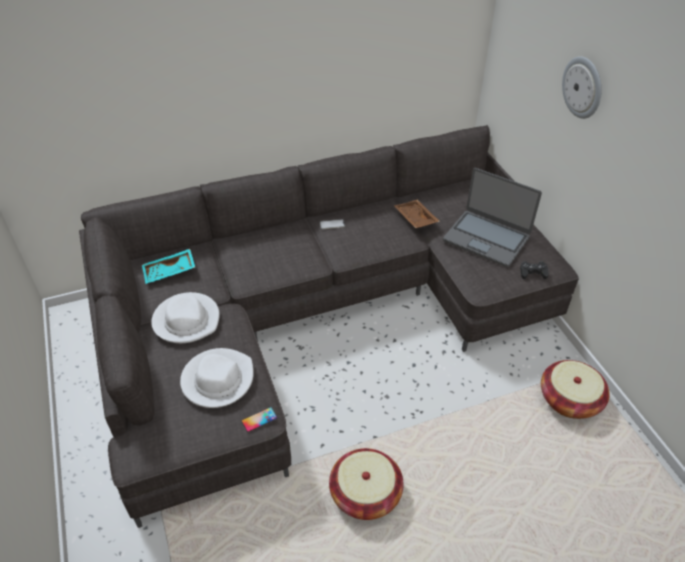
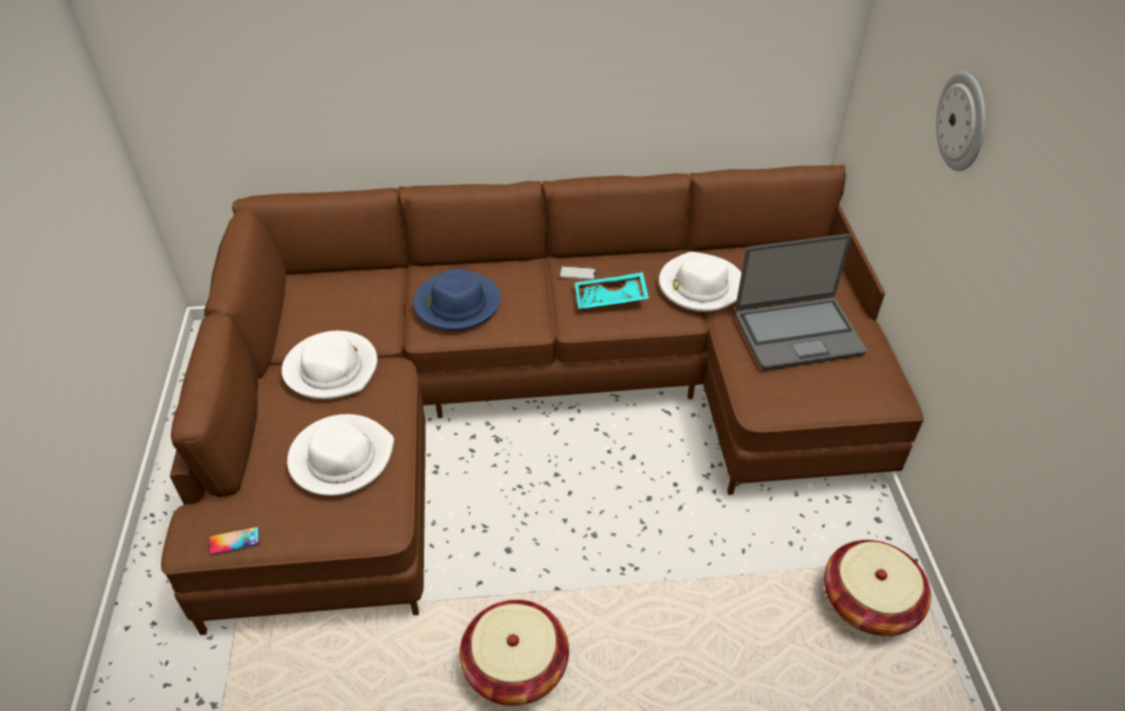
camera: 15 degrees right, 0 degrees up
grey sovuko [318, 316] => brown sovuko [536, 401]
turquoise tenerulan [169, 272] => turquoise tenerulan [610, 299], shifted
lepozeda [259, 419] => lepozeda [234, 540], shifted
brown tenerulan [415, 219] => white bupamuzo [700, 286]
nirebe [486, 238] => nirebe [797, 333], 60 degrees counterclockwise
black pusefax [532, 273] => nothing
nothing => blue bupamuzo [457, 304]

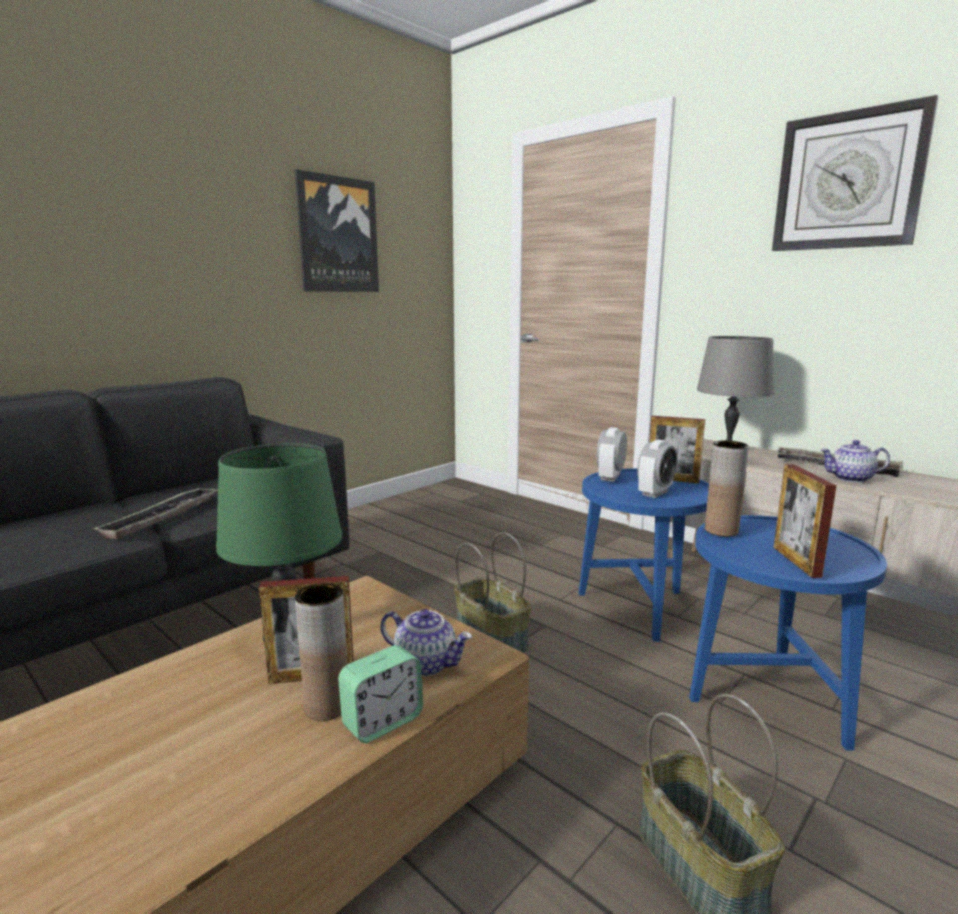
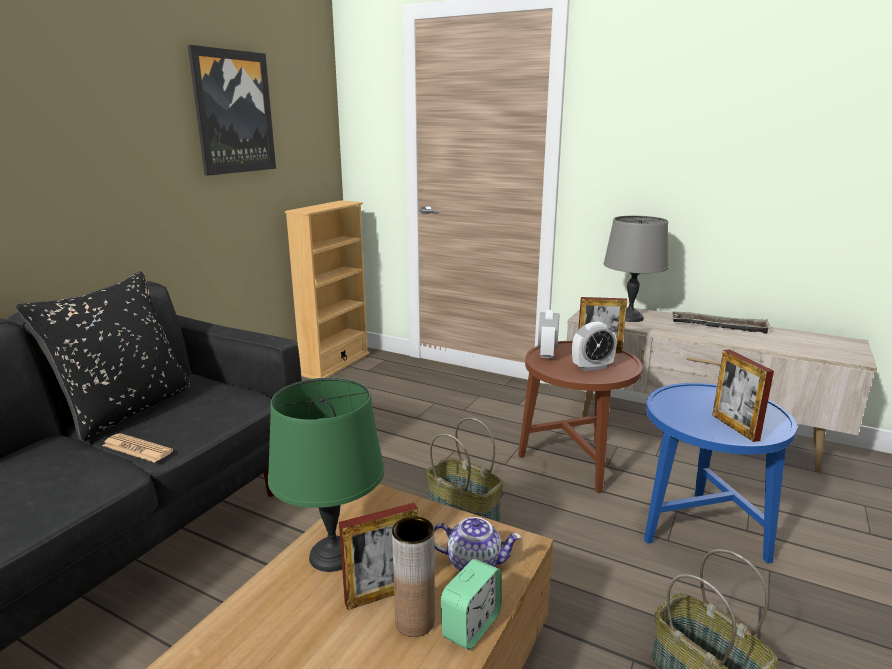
camera: 15 degrees left, 5 degrees up
tenerulan [162, 518] => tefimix [137, 449]
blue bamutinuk [638, 610] => brown bamutinuk [574, 465]
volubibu [655, 493] => volubibu [592, 367], 45 degrees clockwise
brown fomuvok [721, 531] => nothing
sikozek [848, 181] => nothing
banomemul [850, 478] => nothing
nothing => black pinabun [127, 409]
nothing => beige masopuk [335, 364]

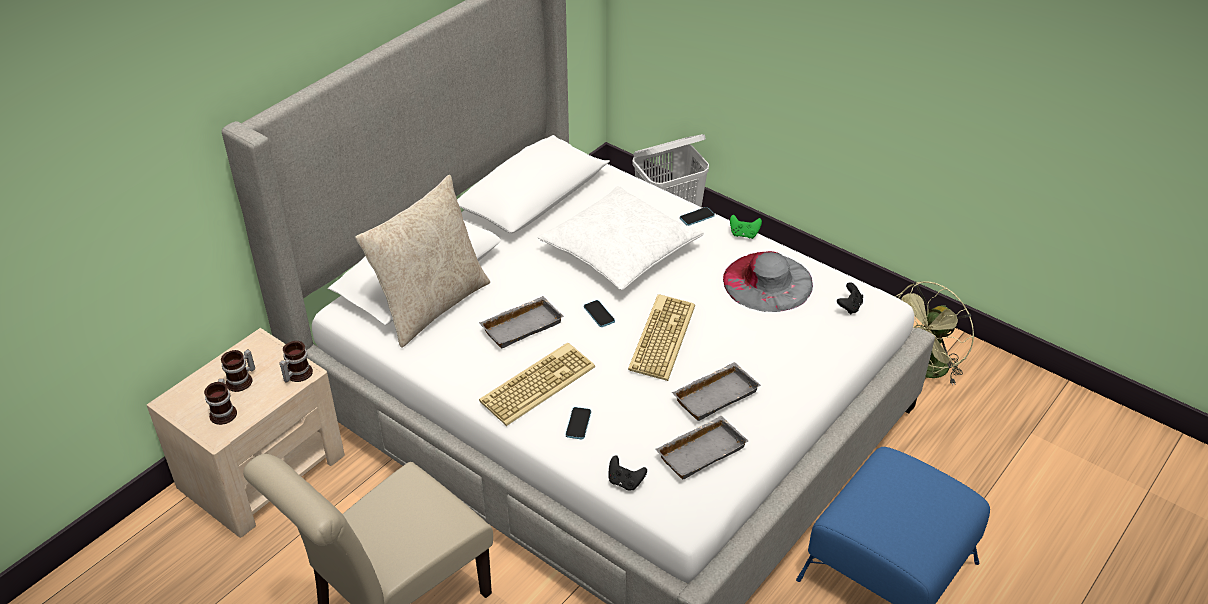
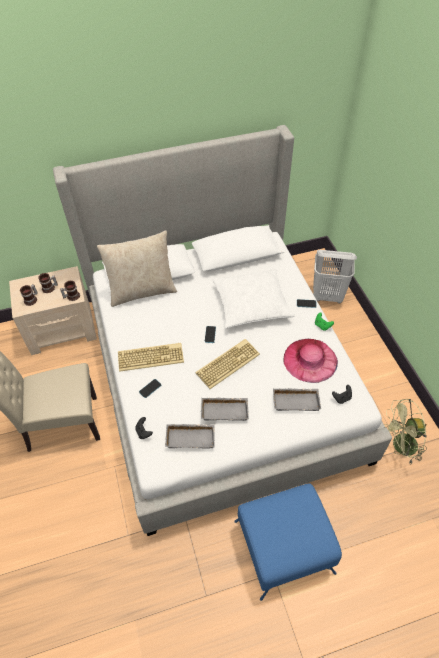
camera: 35 degrees right, 10 degrees up
grey tenerulan [521, 325] => grey tenerulan [296, 400], shifted
grey bupamuzo [767, 282] => pink bupamuzo [310, 360]

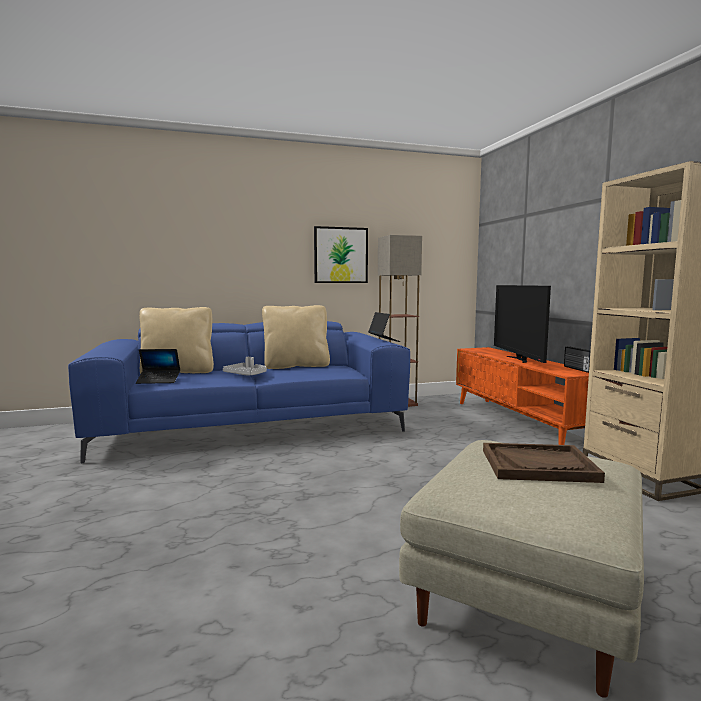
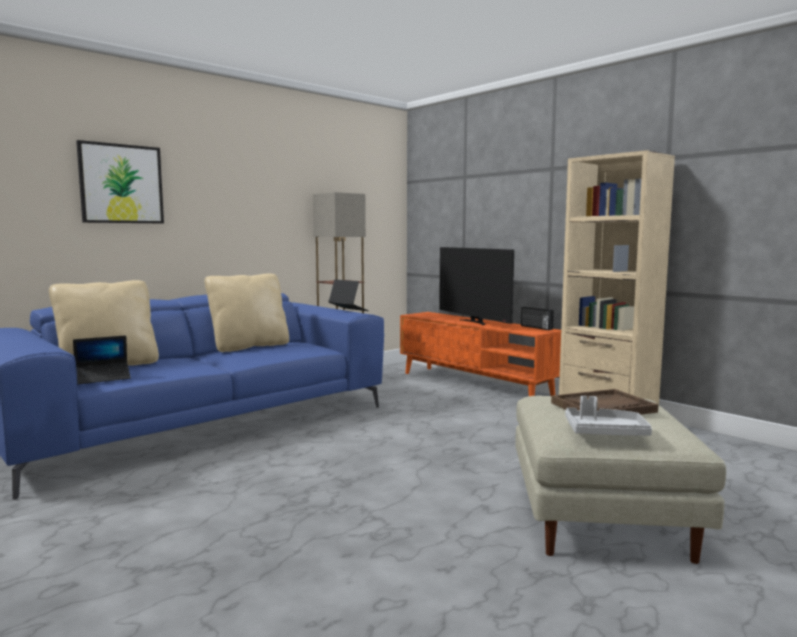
camera: 25 degrees left, 0 degrees up
grey tenerulan [246, 374] => grey tenerulan [605, 432], shifted
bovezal [340, 255] => bovezal [121, 184], shifted

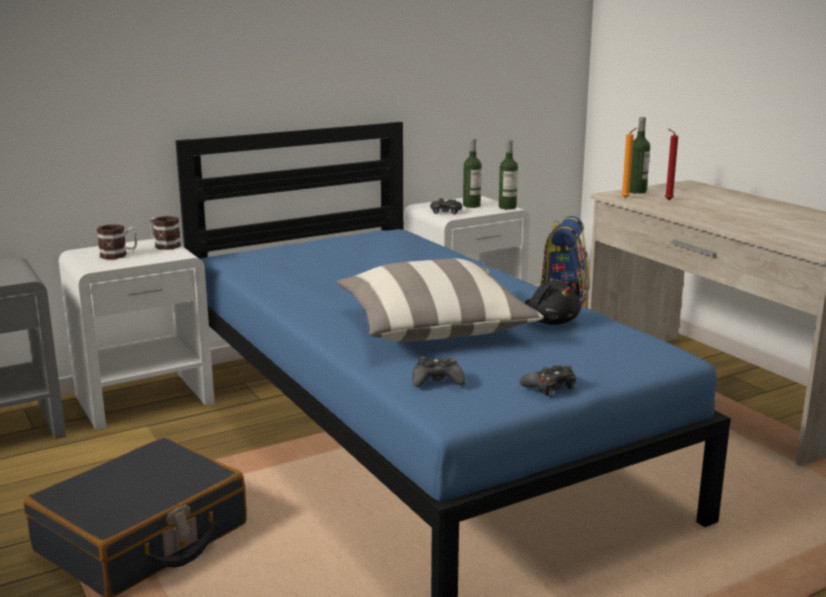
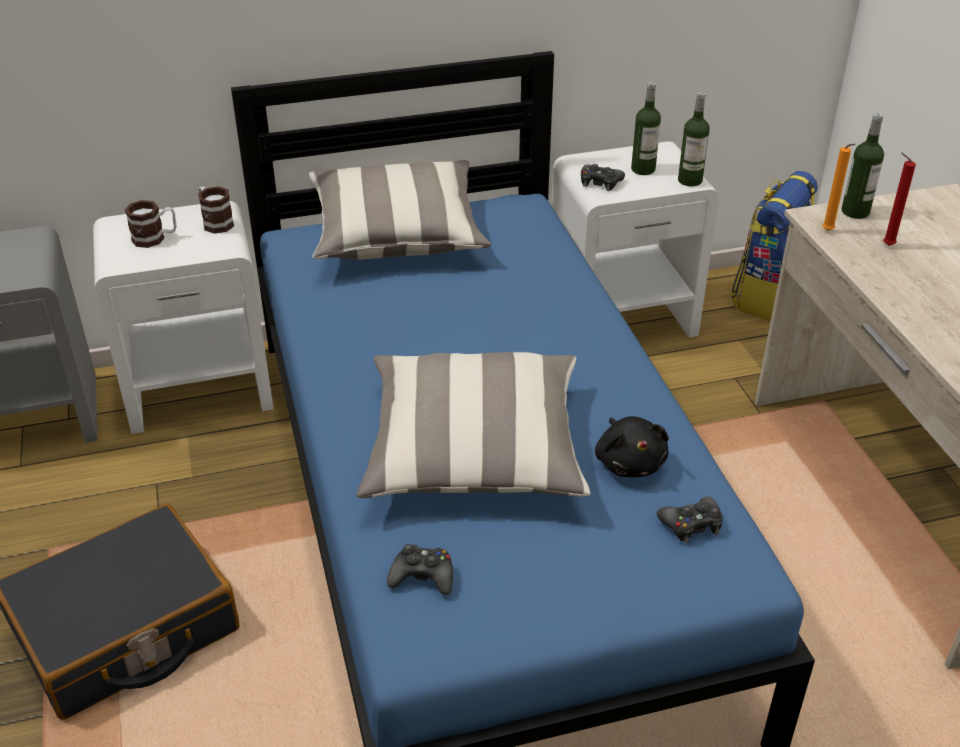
camera: 15 degrees right, 20 degrees up
black pusefax [550, 387] => black pusefax [691, 524], shifted
nothing => pinabun [397, 234]

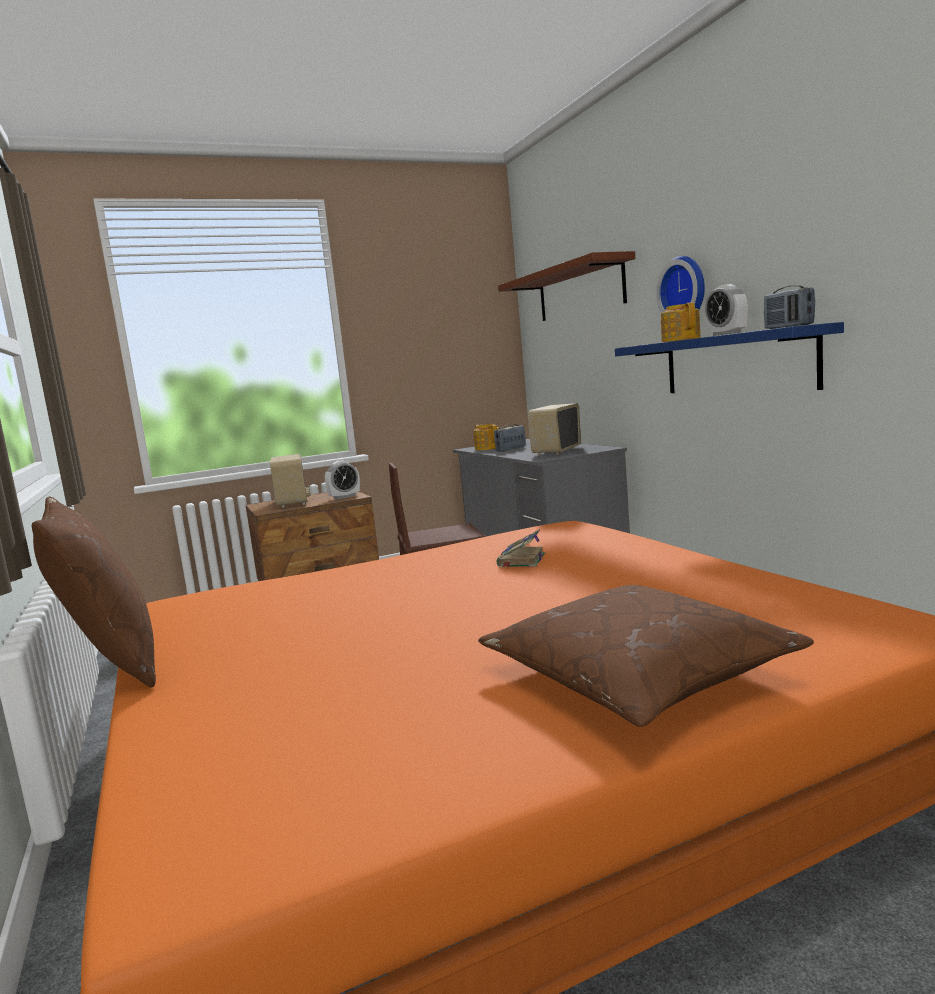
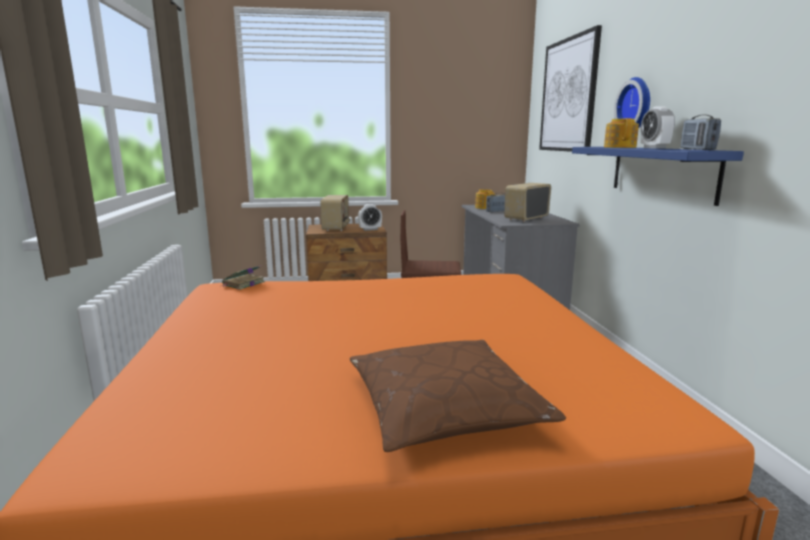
camera: 15 degrees right, 5 degrees up
brown pinabun [112, 663] => nothing
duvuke [521, 561] => duvuke [243, 284], shifted
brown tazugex [580, 291] => bovezal [568, 95]

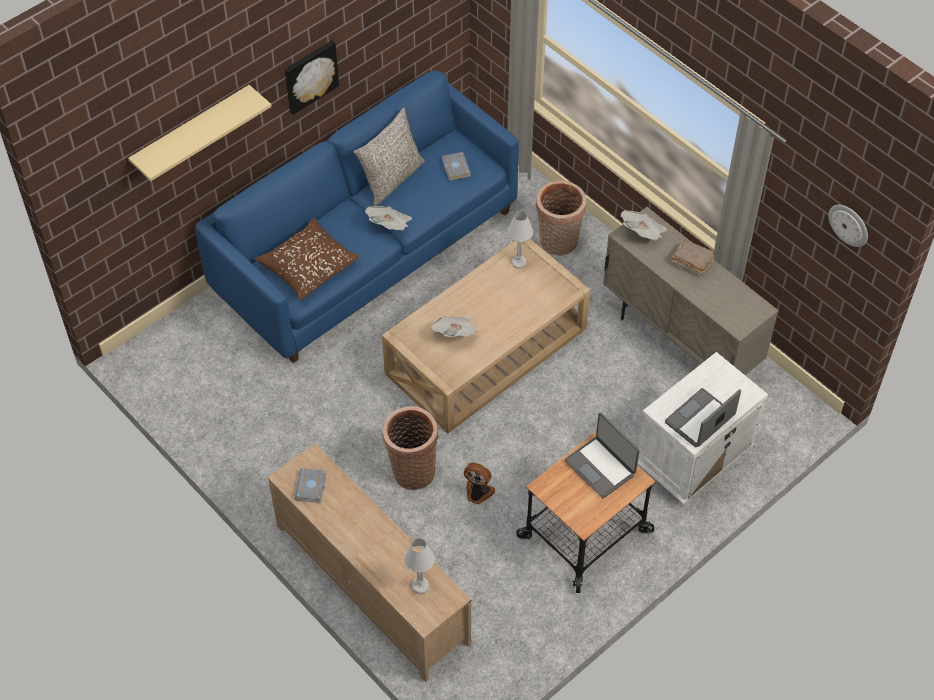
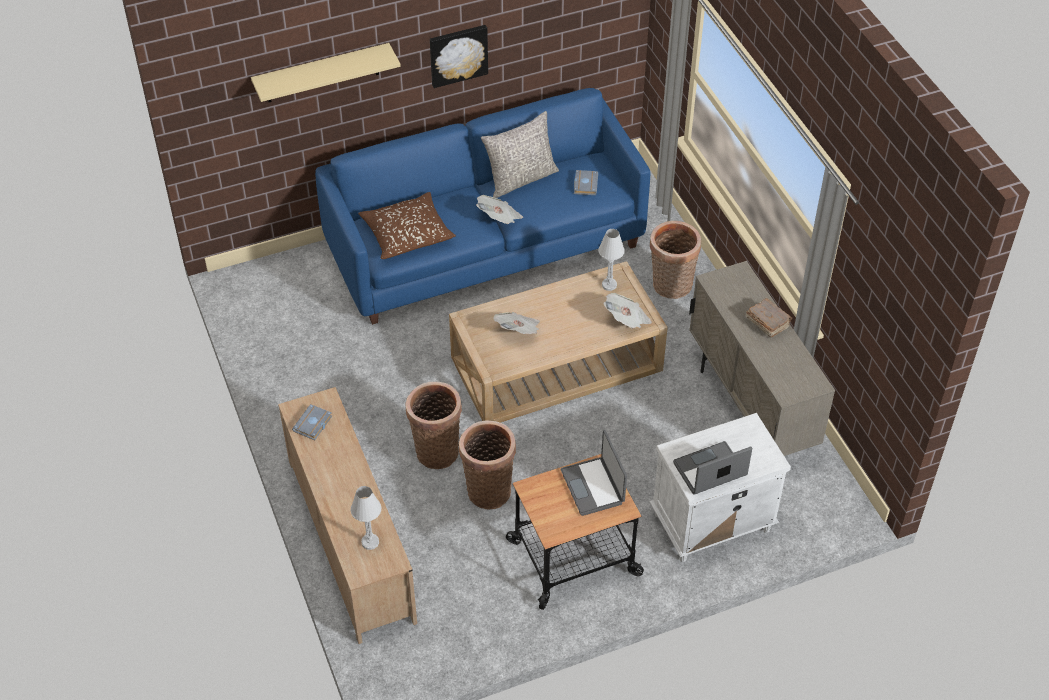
camera: 20 degrees right, 5 degrees down
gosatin [477, 493] => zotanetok [488, 489]
tefimix [643, 233] => tefimix [627, 320], shifted
sikozek [849, 224] => nothing

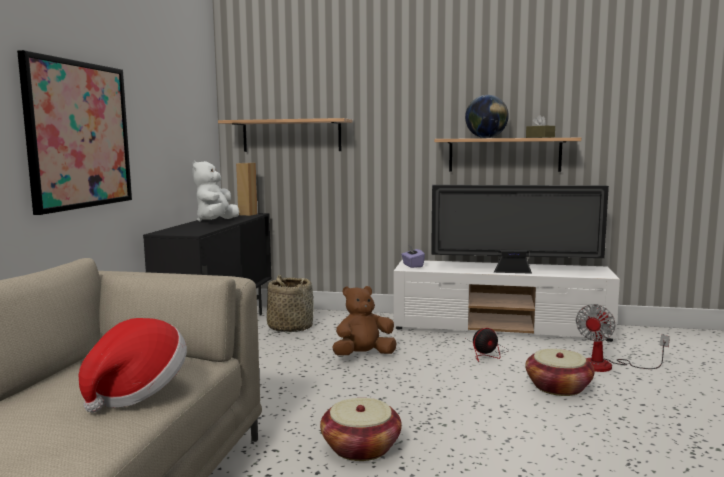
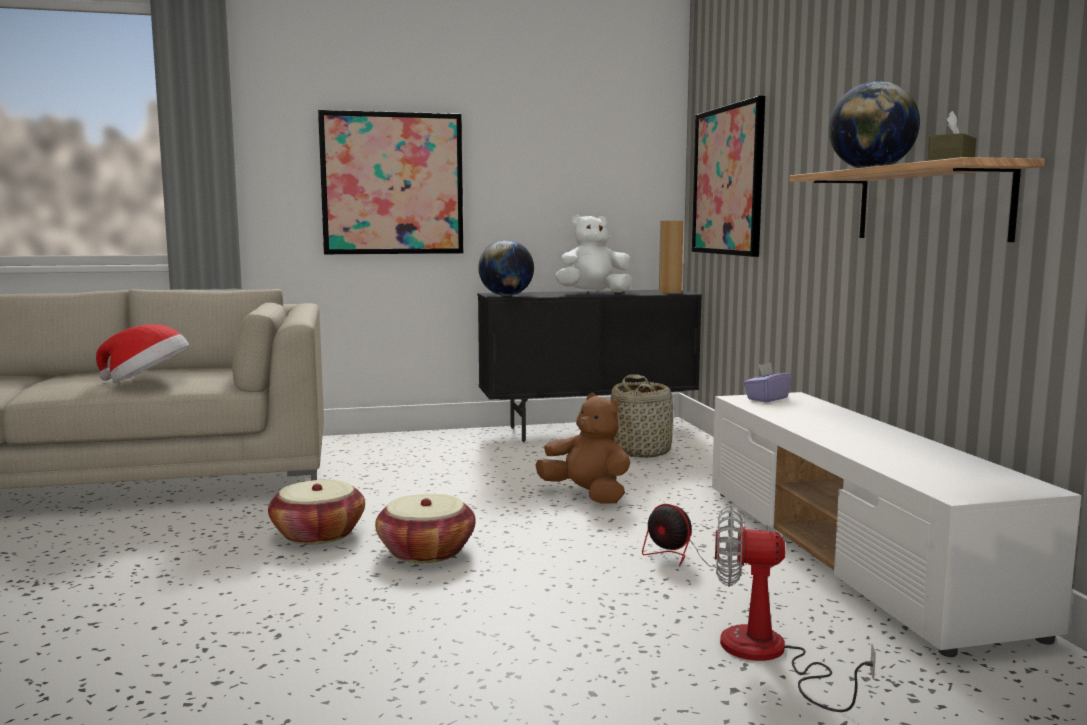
camera: 65 degrees right, 0 degrees up
tazugex [291, 136] => bovezal [728, 181]
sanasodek [515, 272] => nothing
zotanetok [558, 387] => zotanetok [426, 551], shifted
nothing => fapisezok [506, 295]

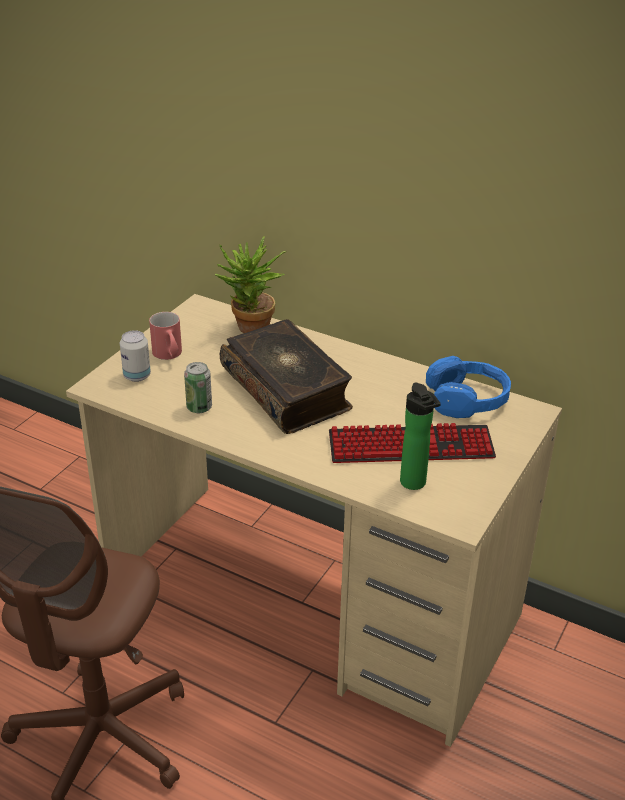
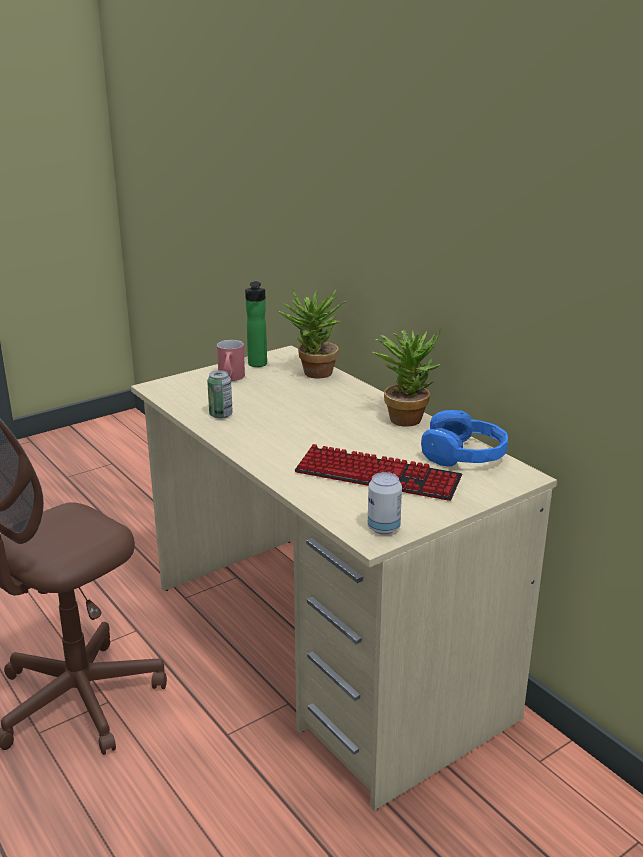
camera: 25 degrees right, 10 degrees down
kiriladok [137, 376] => kiriladok [383, 528], shifted
duvuke [287, 389] => nothing
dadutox [415, 484] => dadutox [257, 365], shifted
nothing => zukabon [406, 416]

